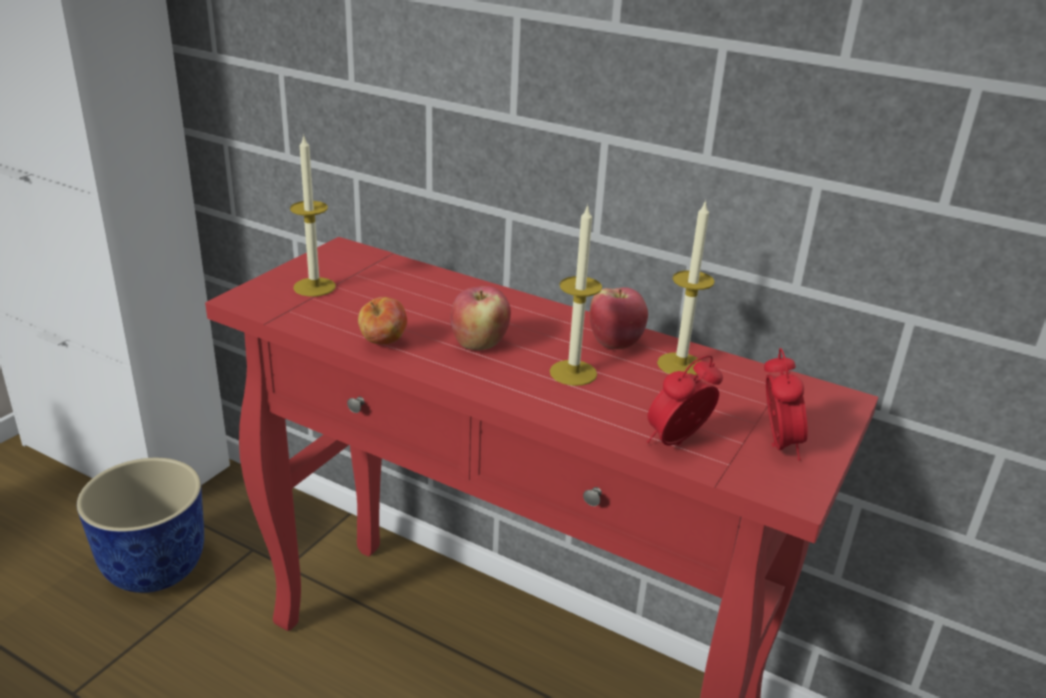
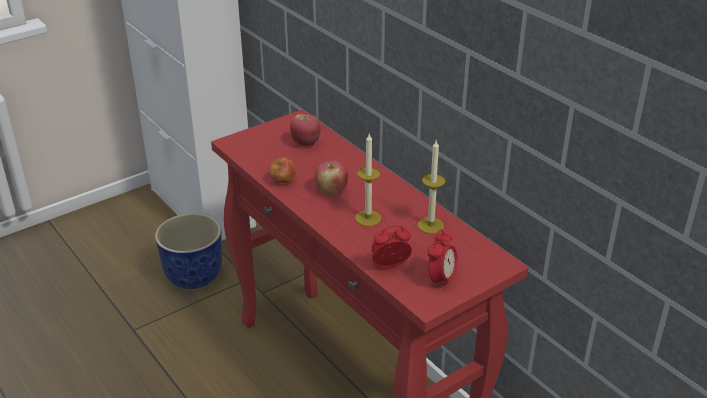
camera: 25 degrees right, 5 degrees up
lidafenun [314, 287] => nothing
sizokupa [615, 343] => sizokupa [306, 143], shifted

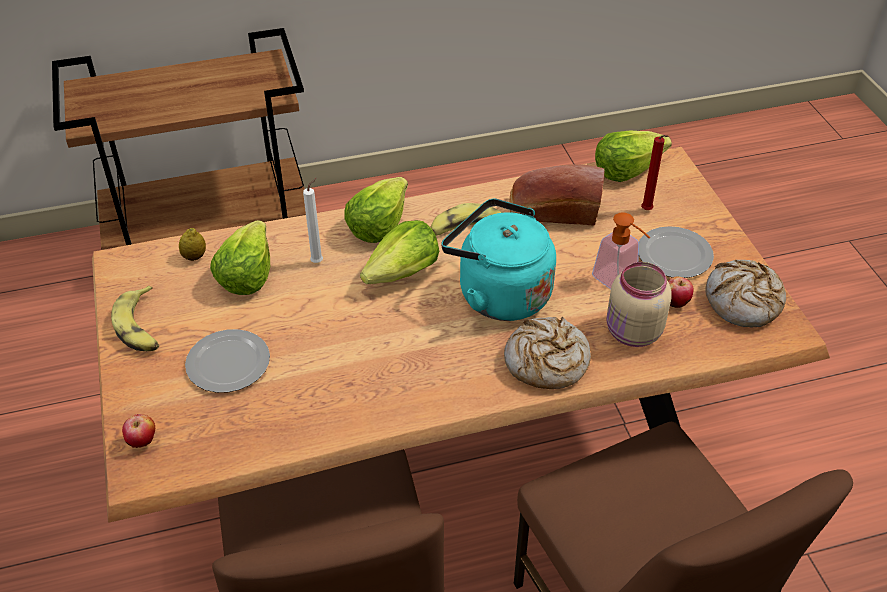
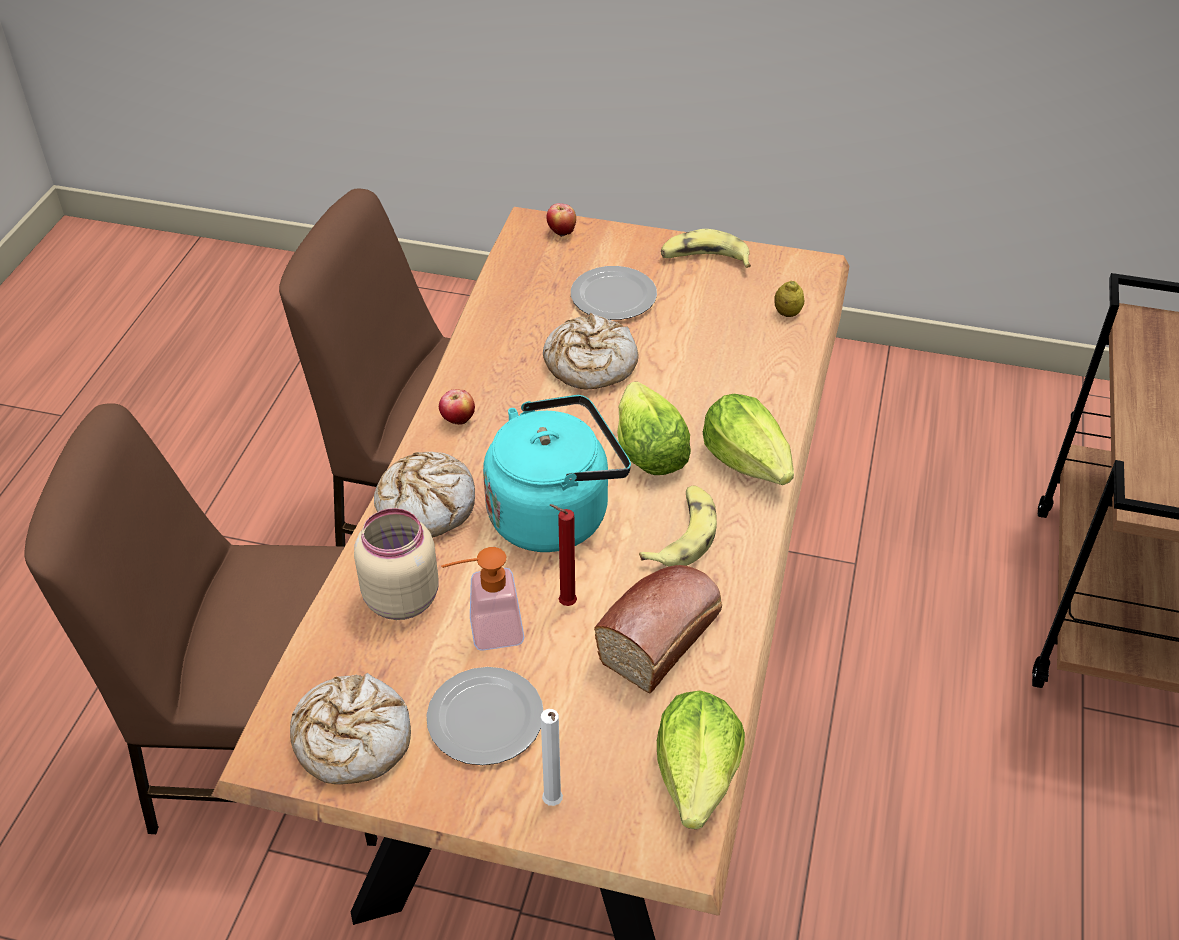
camera: 120 degrees right, 0 degrees up
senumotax [246, 274] => nothing
white lidafenun [318, 261] => white lidafenun [553, 804], shifted
red lidafenun [647, 211] => red lidafenun [564, 603], shifted
sizokupa [675, 303] => sizokupa [458, 421], shifted
nothing => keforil [589, 364]

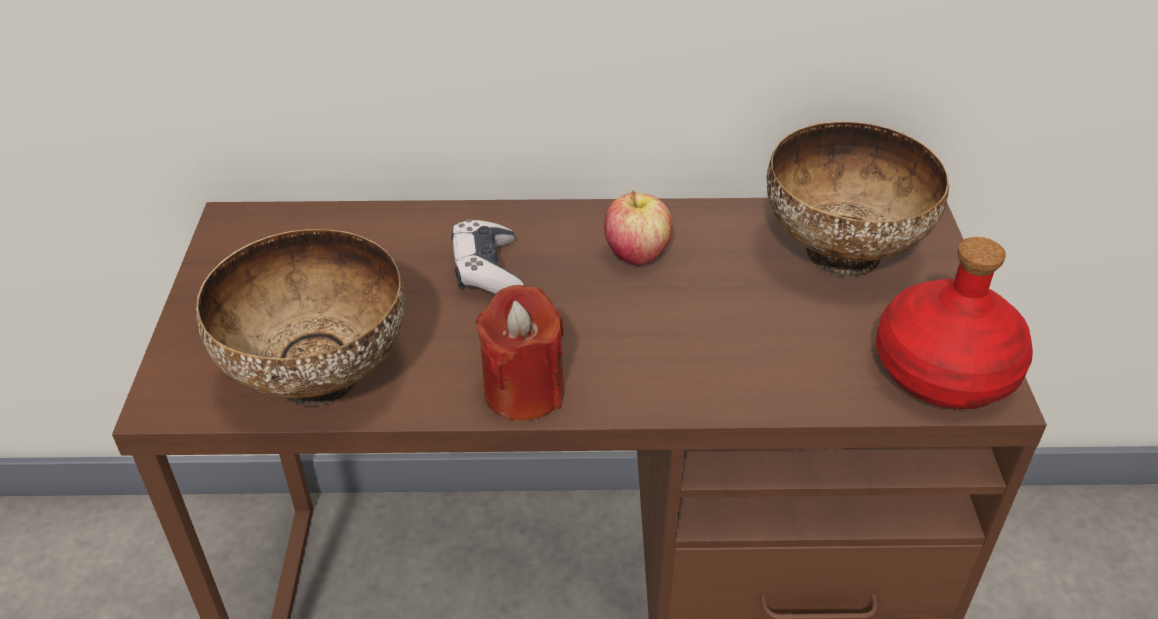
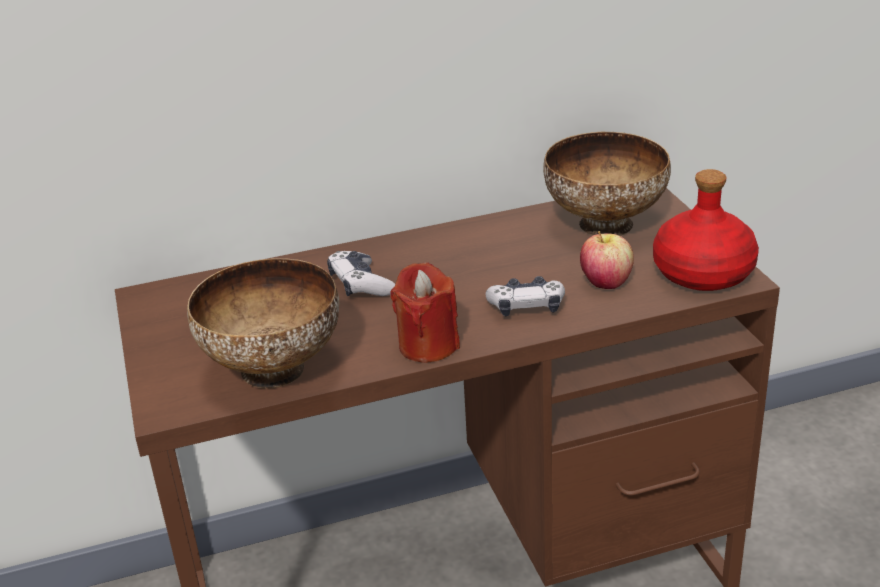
camera: 15 degrees left, 10 degrees down
sizokupa [636, 254] => sizokupa [606, 282], shifted
nothing => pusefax [526, 306]

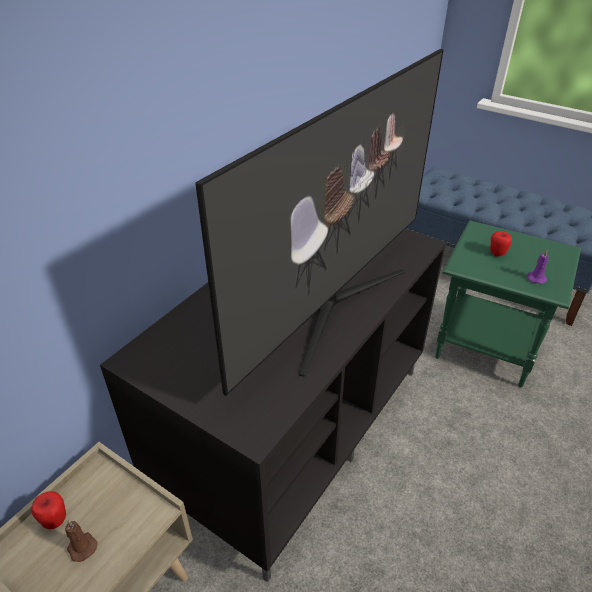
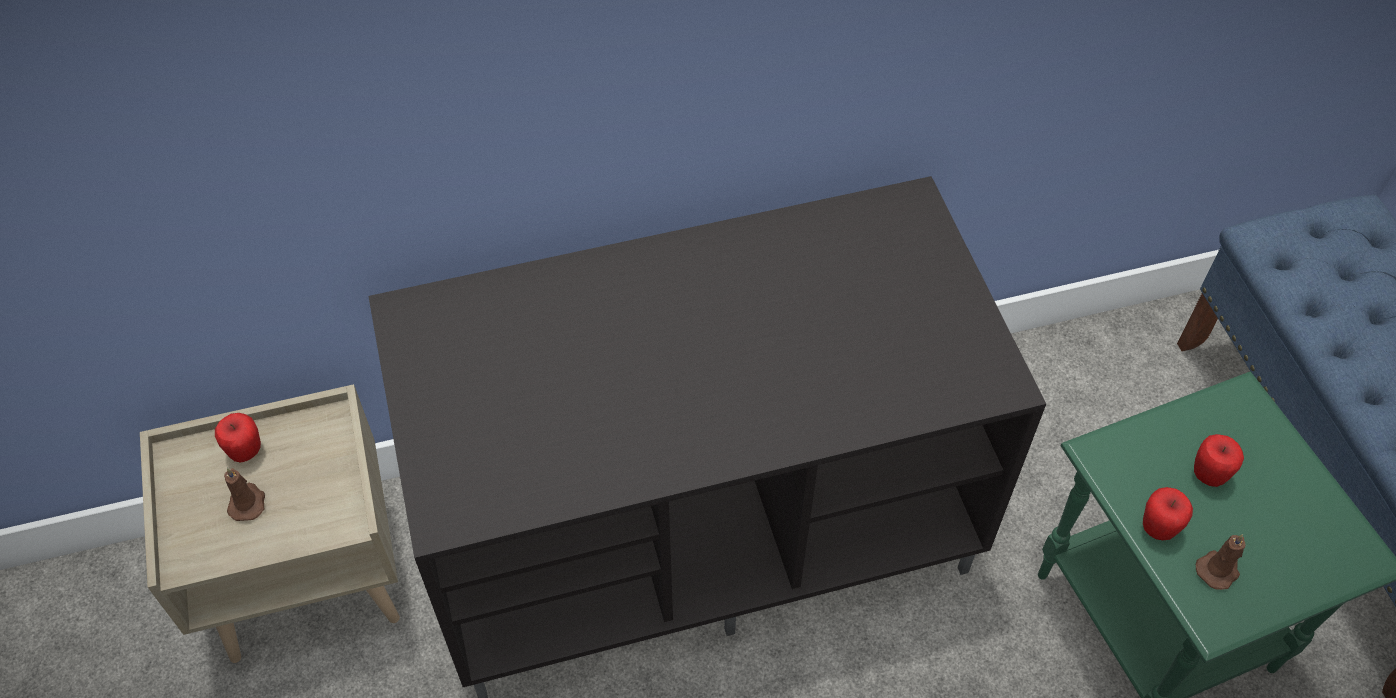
camera: 40 degrees right, 15 degrees up
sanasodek [332, 306] => nothing
purple lidafenun [536, 278] => brown lidafenun [1218, 569]
nothing => sizokupa [1158, 528]

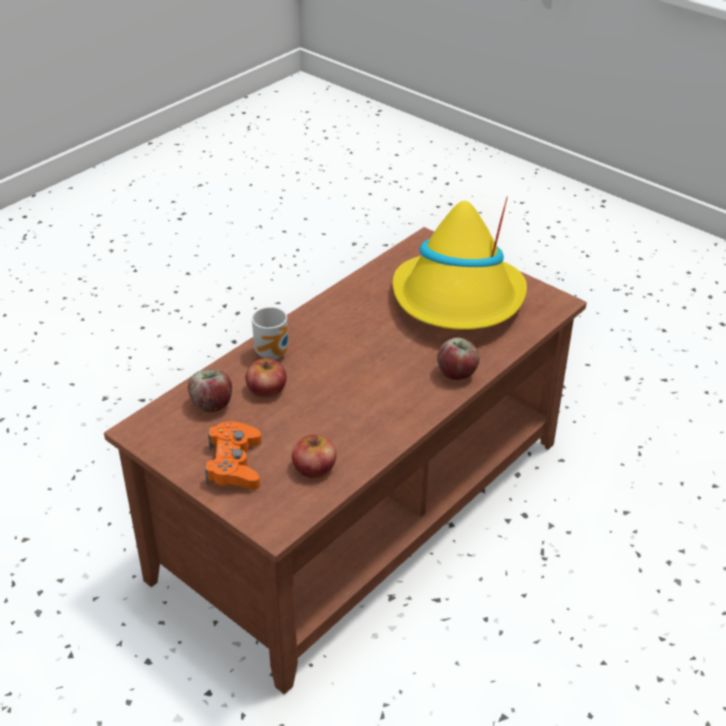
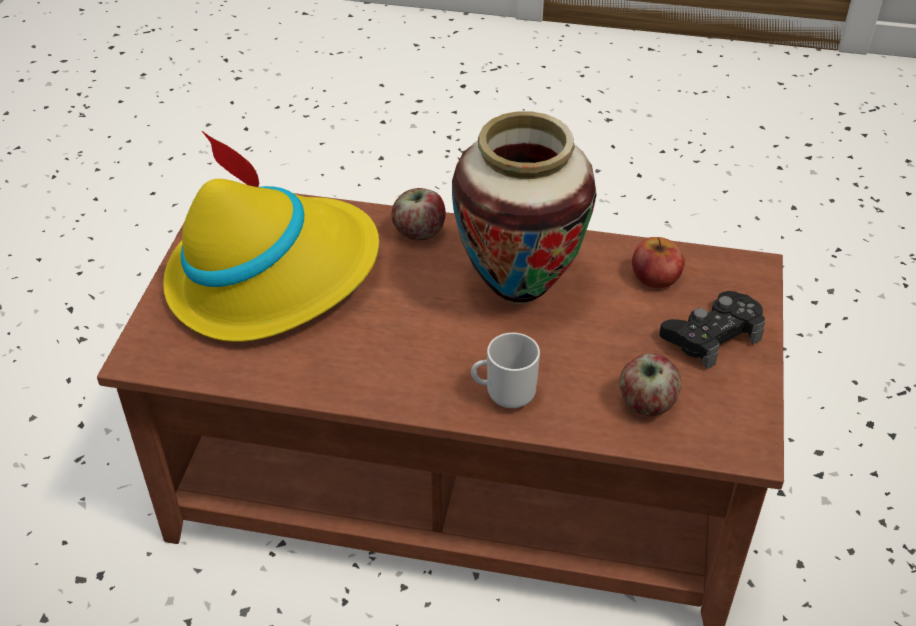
camera: 120 degrees left, 5 degrees up
orange pusefax [234, 464] => black pusefax [712, 336]
sizokupa [267, 389] => nothing
nothing => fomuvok [517, 289]

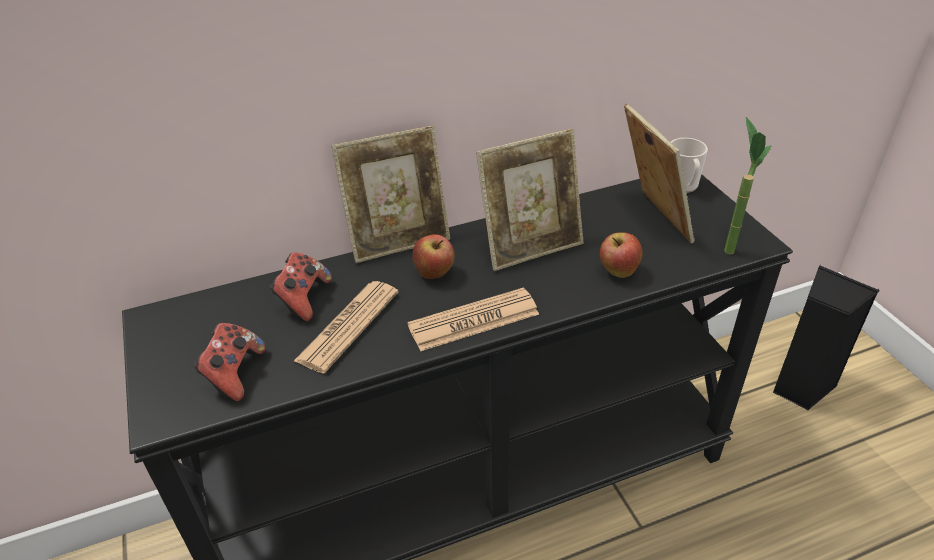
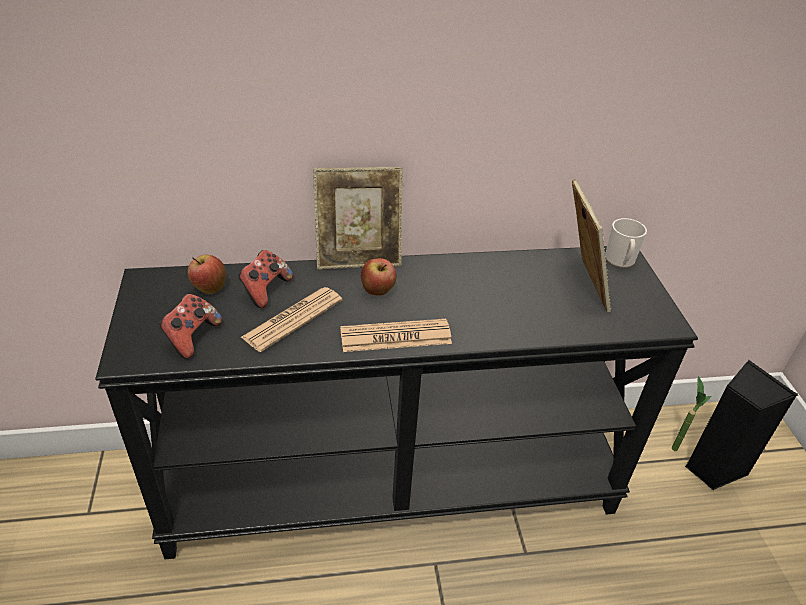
camera: 10 degrees right, 0 degrees up
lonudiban [531, 246] => nothing
sizokupa [618, 271] => sizokupa [209, 288], shifted
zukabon [728, 245] => zukabon [675, 443], shifted

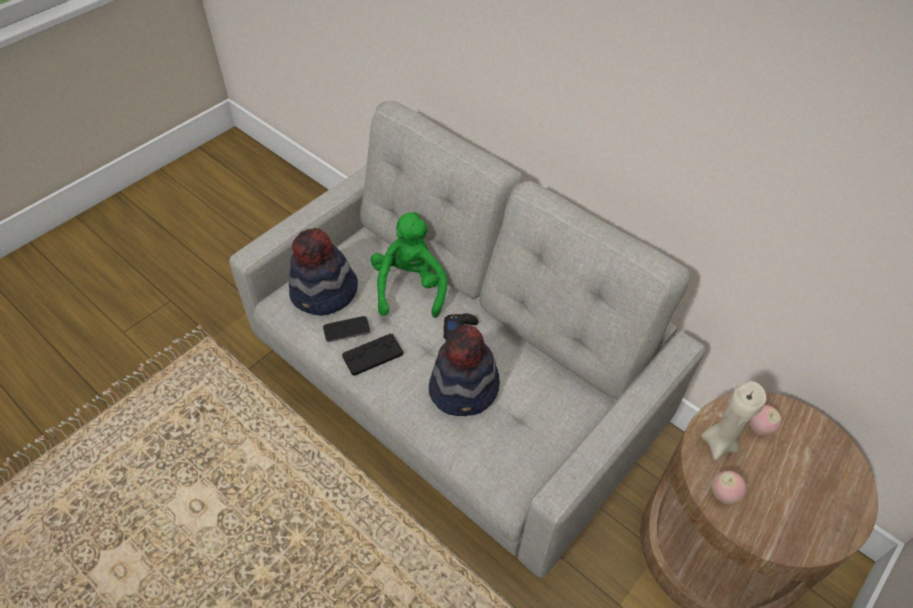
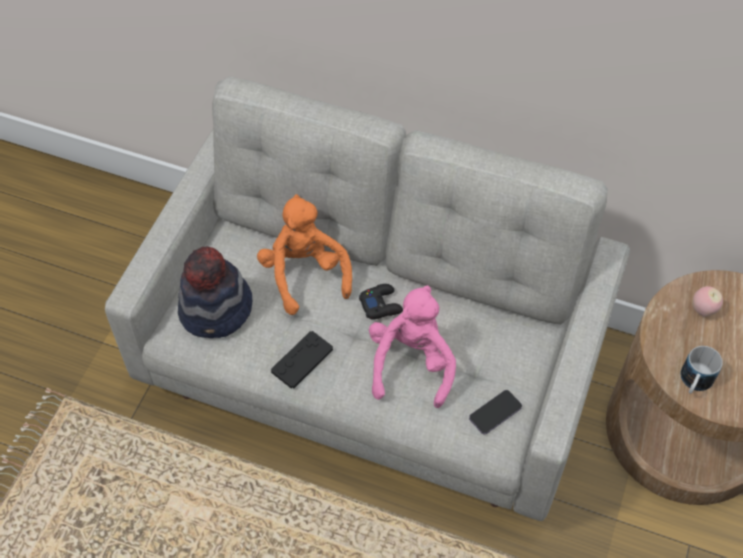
camera: 20 degrees left, 5 degrees up
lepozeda [346, 330] => lepozeda [495, 413], shifted
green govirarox [410, 287] => orange govirarox [304, 274]
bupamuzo [465, 389] => pink govirarox [411, 363]
beige lidafenun [719, 442] => nothing
sizokupa [723, 494] => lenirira [694, 383]

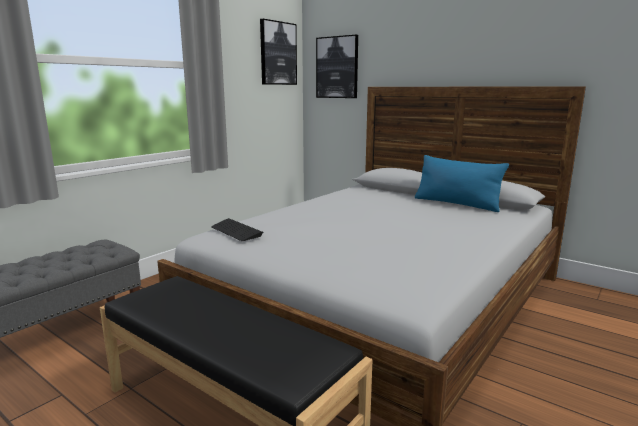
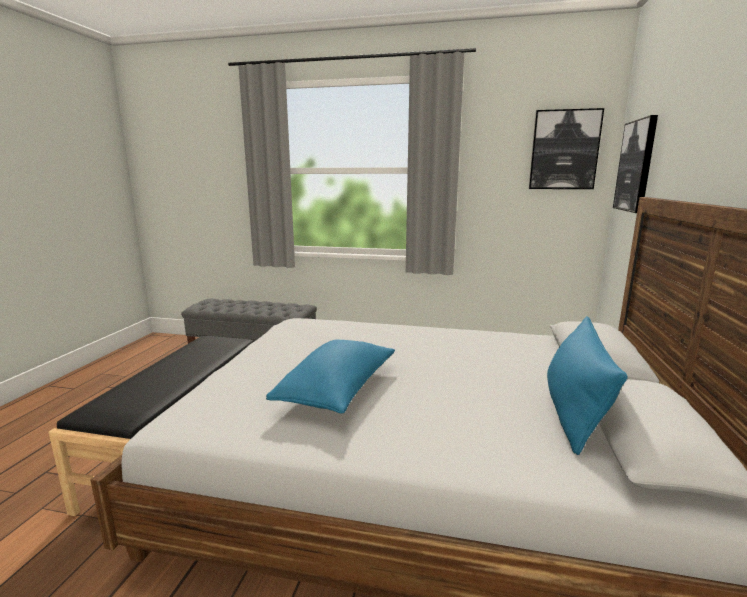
camera: 65 degrees right, 0 degrees up
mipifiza [236, 231] => nothing
nothing => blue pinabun [338, 390]

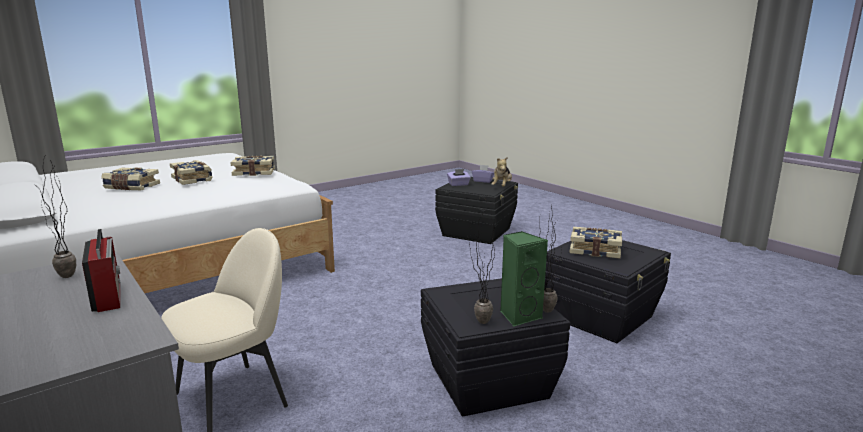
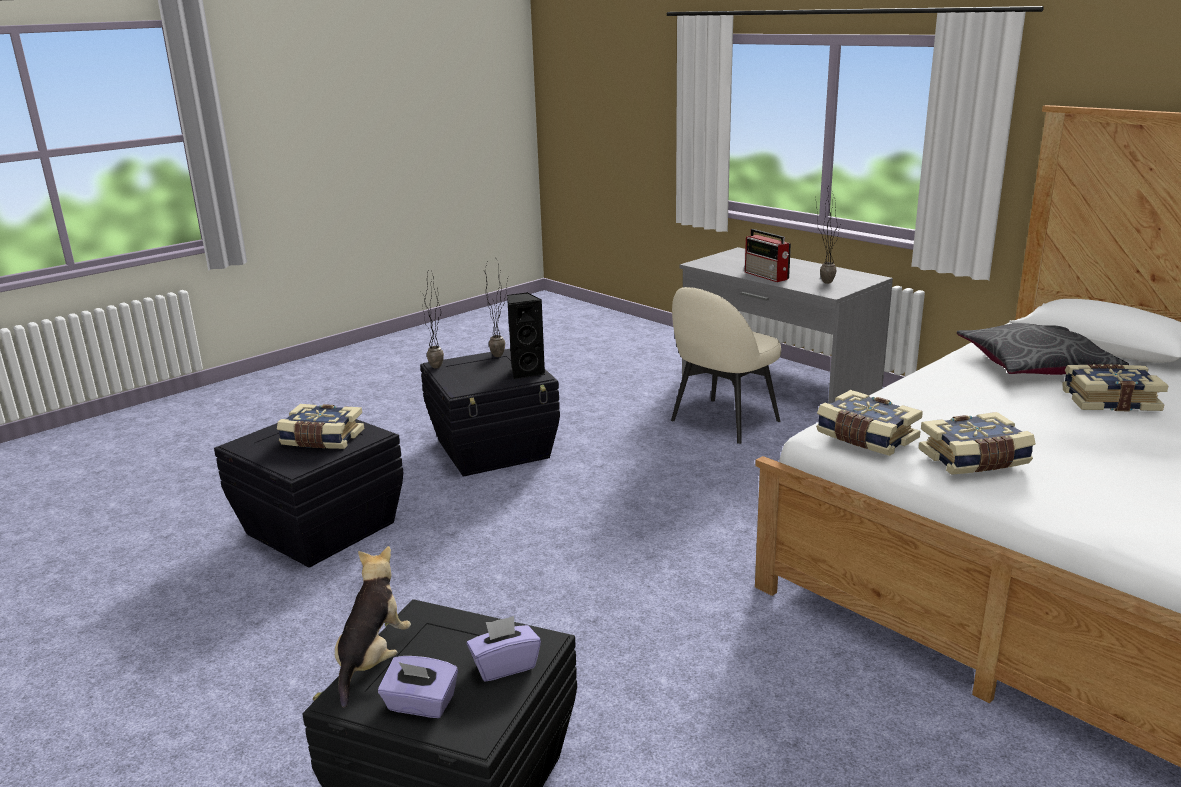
camera: 175 degrees right, 5 degrees up
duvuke [193, 179] => duvuke [865, 437], shifted
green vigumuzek [519, 316] => nothing
nothing => black vigumuzek [526, 372]
nothing => grey pinabun [1035, 365]

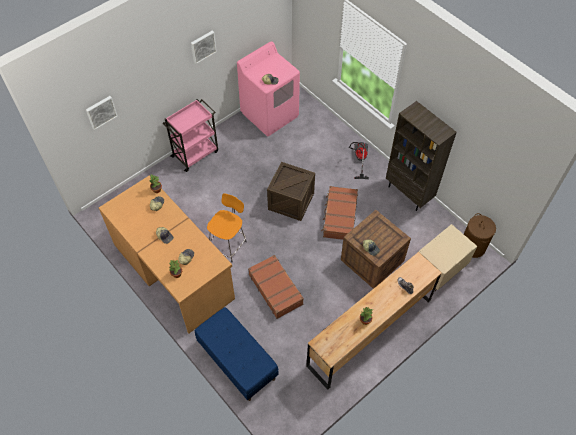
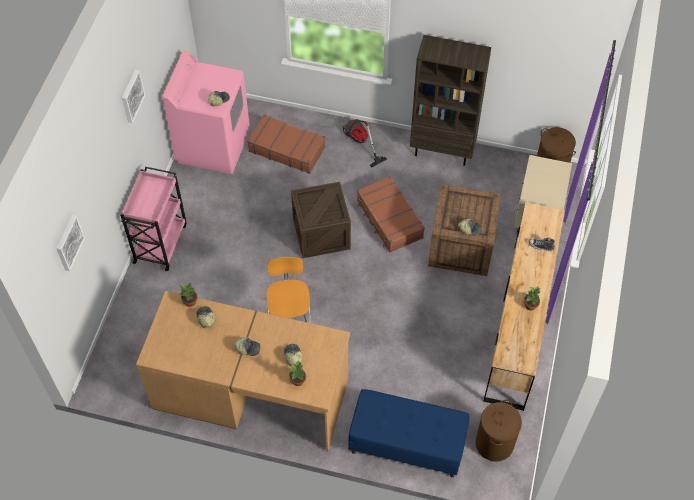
camera: 35 degrees left, 0 degrees up
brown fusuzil [276, 289] => brown fusuzil [287, 149], shifted
nothing => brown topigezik [494, 444]

